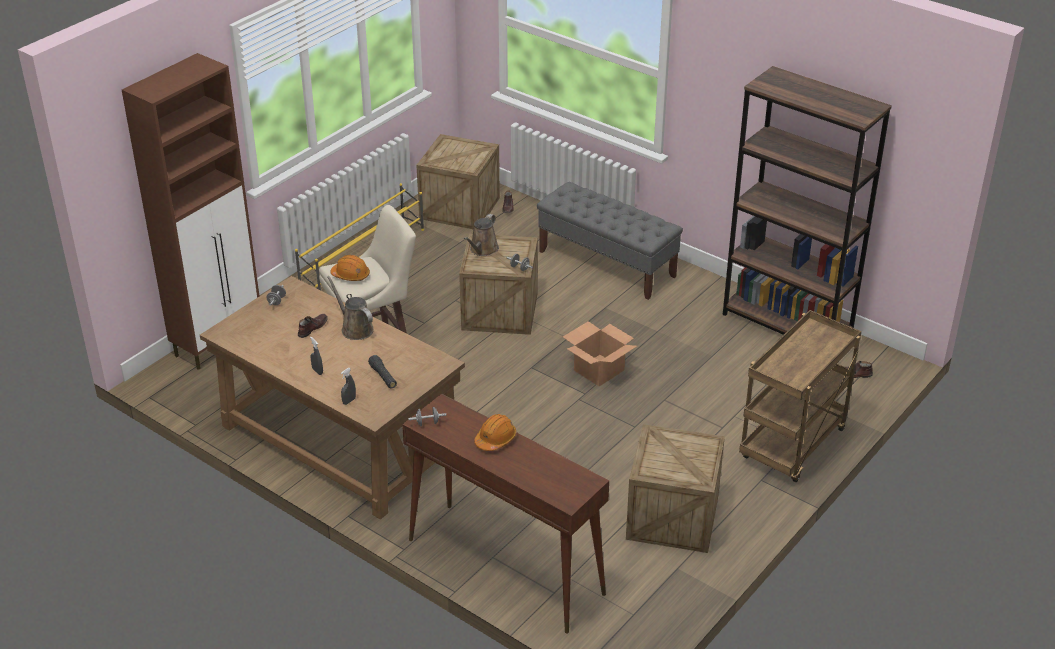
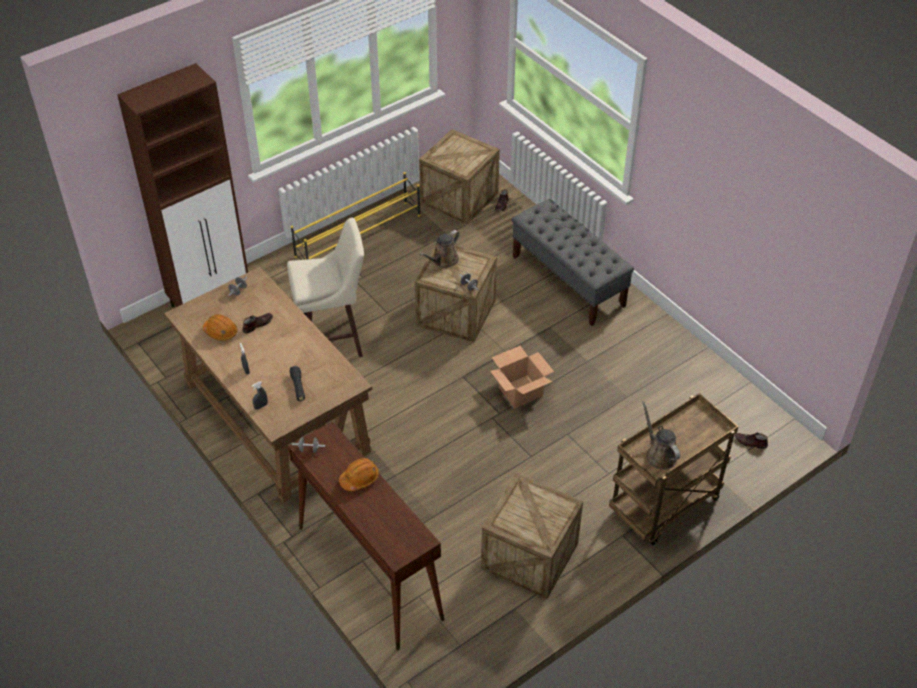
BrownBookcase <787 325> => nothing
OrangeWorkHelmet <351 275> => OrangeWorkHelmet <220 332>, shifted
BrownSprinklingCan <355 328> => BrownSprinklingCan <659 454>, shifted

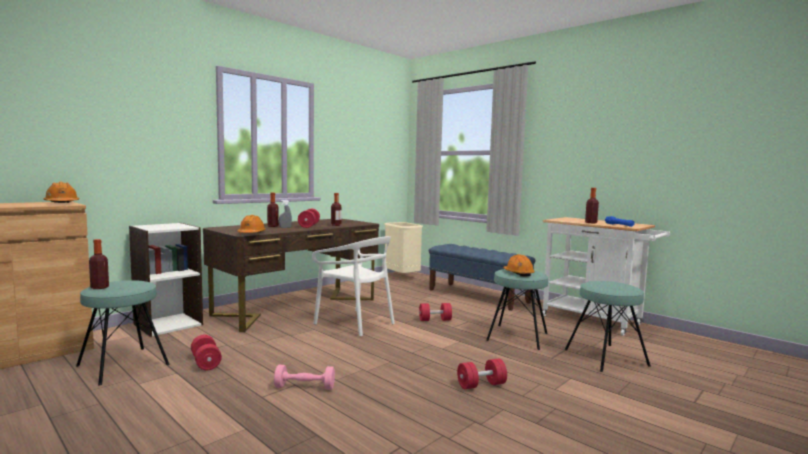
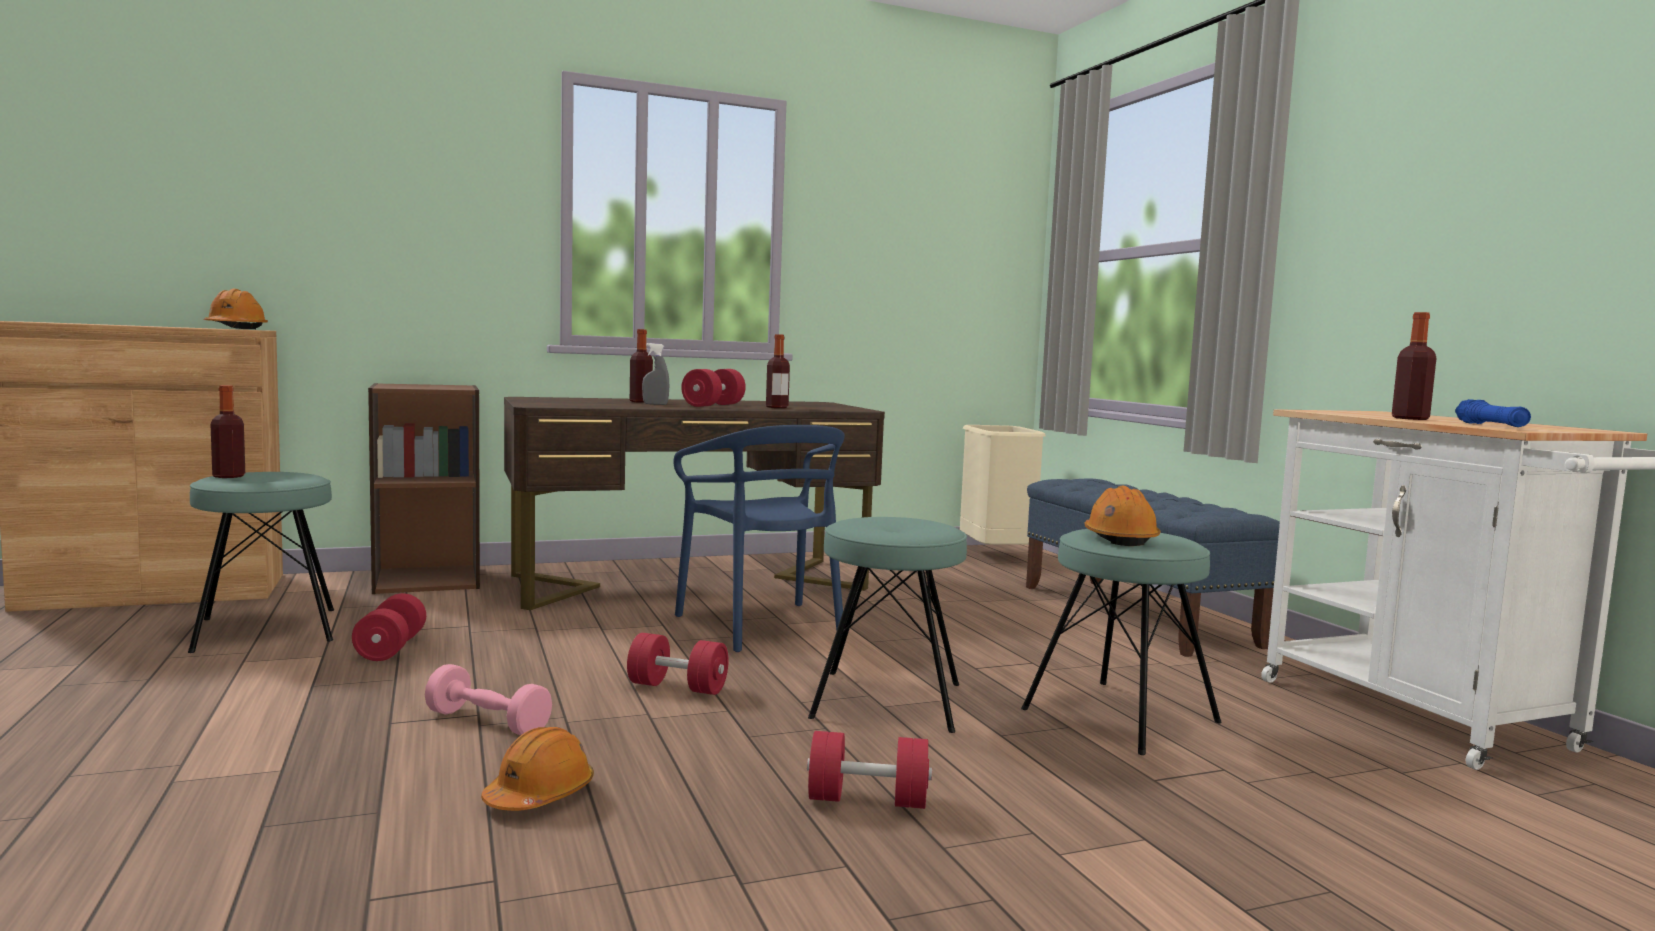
OrangeWorkHelmet <251 234> => OrangeWorkHelmet <540 795>, shifted
WhiteColouredBookcase <168 324> => BrownBookcase <427 579>
WhiteColouredPlainChair <355 323> => BluishPlainChair <762 626>
TurquoiseColouredStoolSeat <605 357> => TurquoiseColouredStoolSeat <887 700>, shifted
ReddishHandWeight <435 320> => ReddishHandWeight <677 687>, shifted

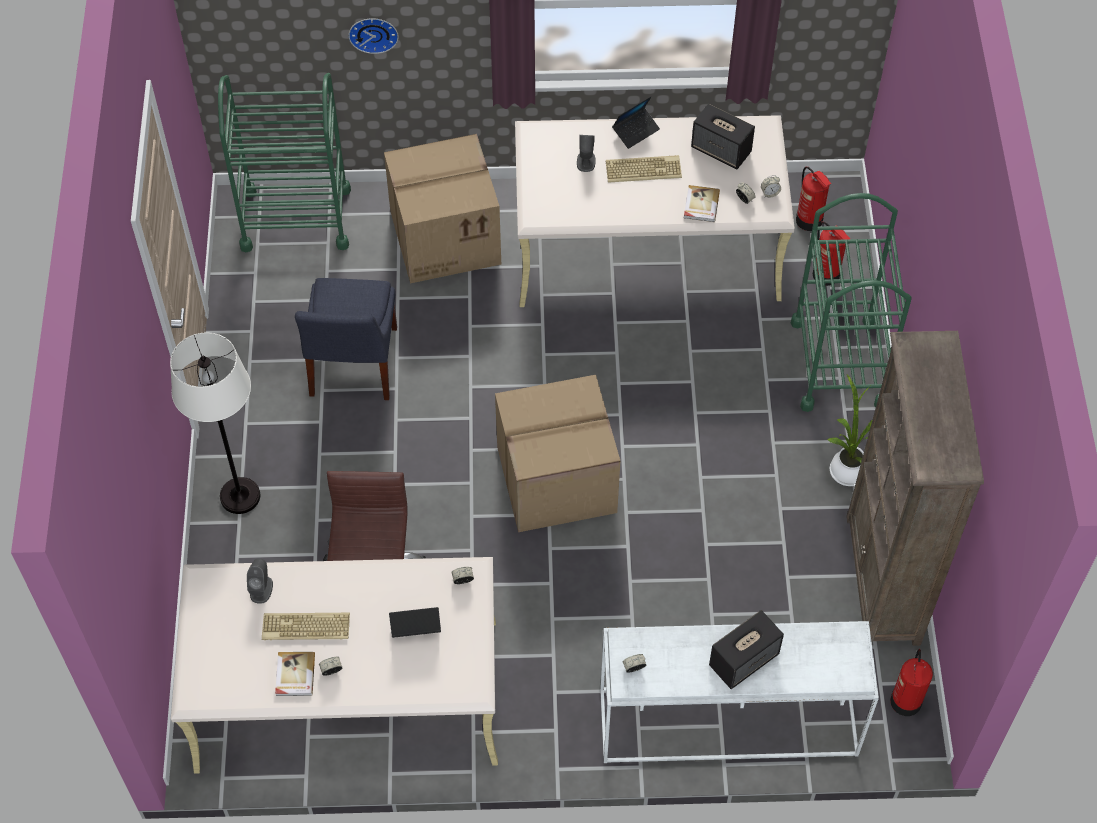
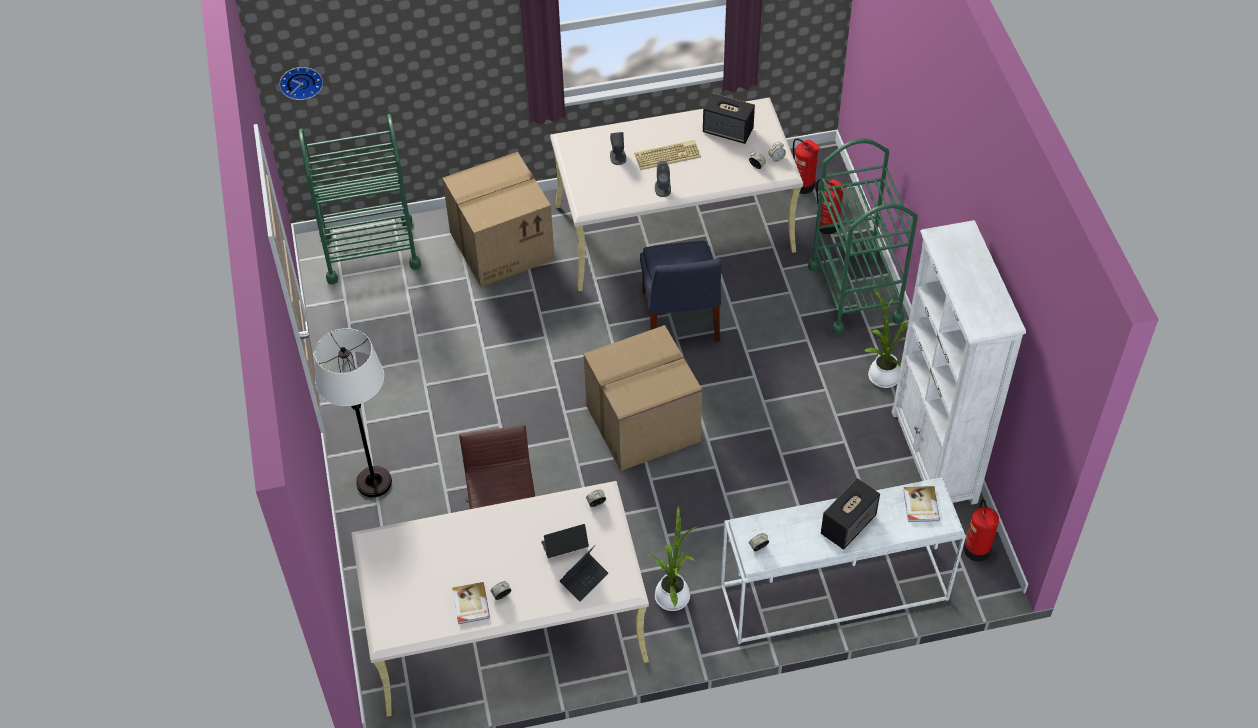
WallClock <373 33> => WallClock <300 81>, shifted
NotebookComputer <636 131> => NotebookComputer <584 579>, shifted
Volume <700 205> => Volume <920 505>, shifted
BluishPlainChair <352 366> => BluishPlainChair <680 319>, shifted
BrownBookcase <882 580> => WhiteColouredBookcase <934 457>
GreySpeaker <261 589> => GreySpeaker <662 188>, shifted
ComputerKeyboard <305 628> => nothing
nothing => PottedPlant <673 594>

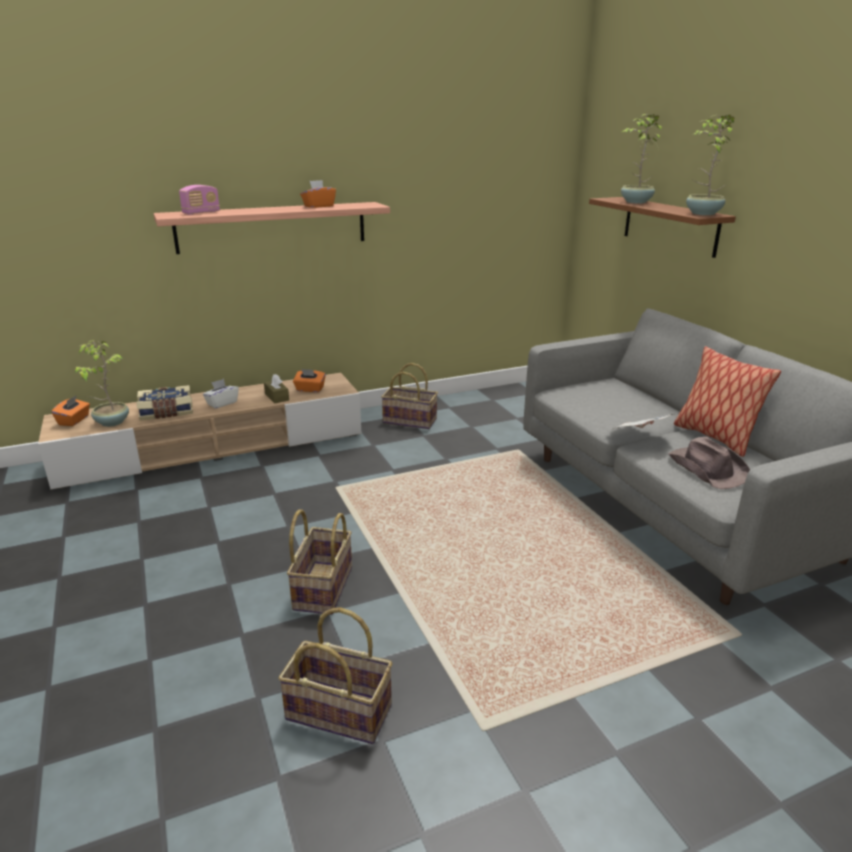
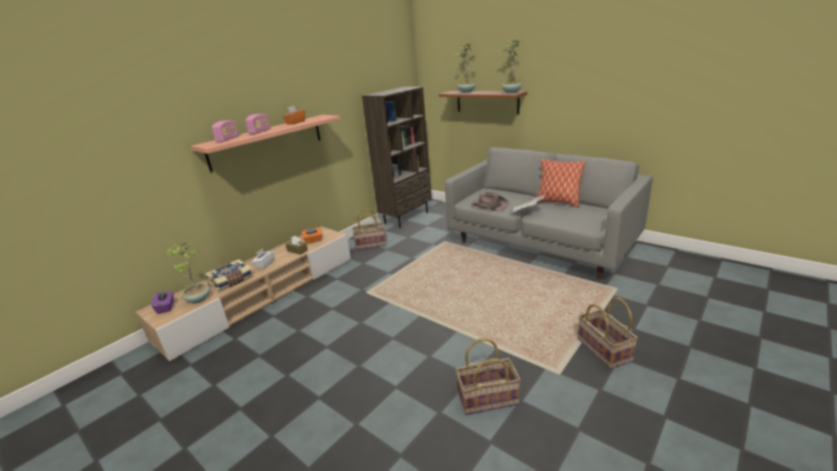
OrangeTissueBox <74 420> => PurpleTissueBox <166 307>
BrownHat <707 468> => BrownHat <489 205>, shifted
Basket <322 587> => Basket <602 350>, shifted
nothing => BrownBookcase <406 218>
nothing => RadioReceiver <260 132>

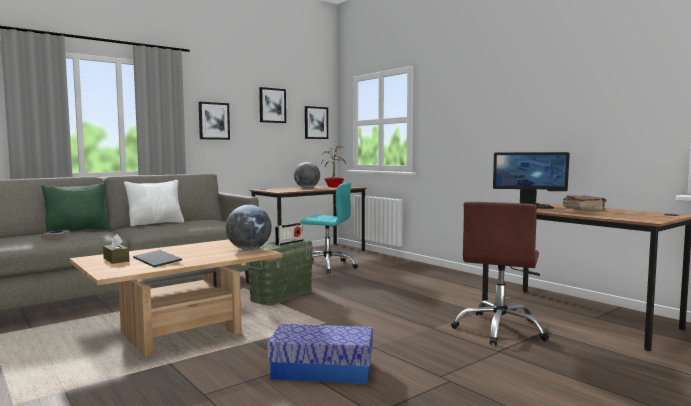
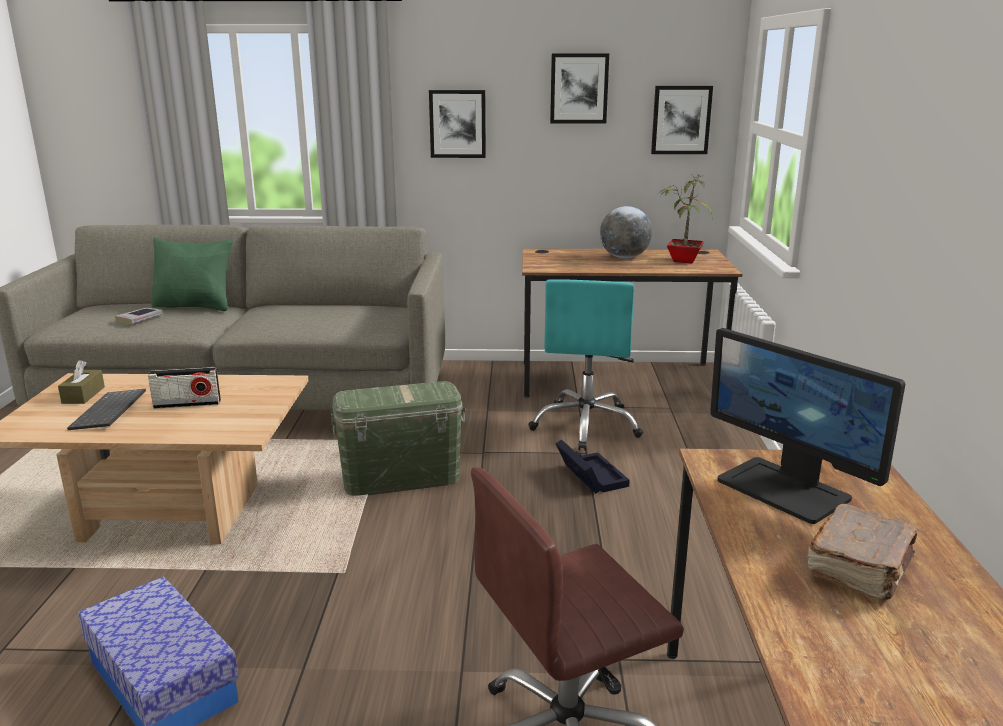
WhiteColouredPillow <156 223> => nothing
TurquoiseColouredComputerChair <327 266> => TurquoiseColouredComputerChair <586 425>, 45 degrees clockwise
DeskGlobe <249 249> => nothing
RadioReceiver <289 243> => RadioReceiver <187 404>, shifted
nothing => BlackStorageBox <589 476>

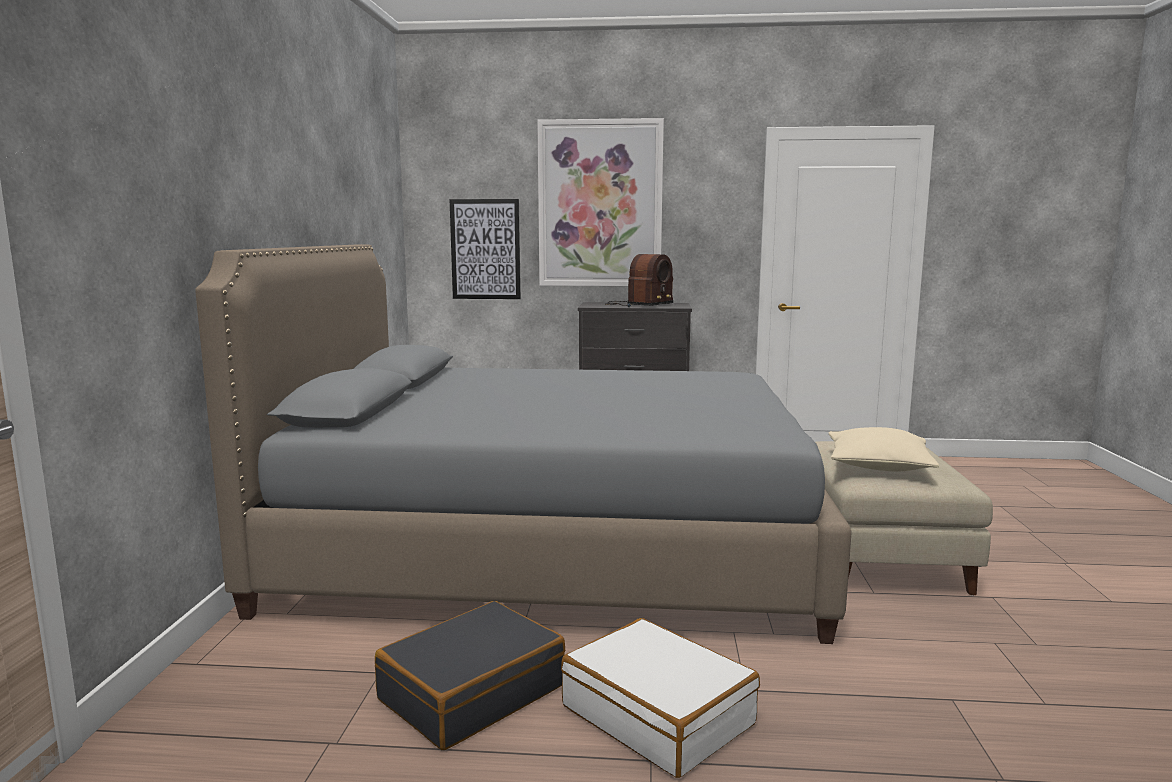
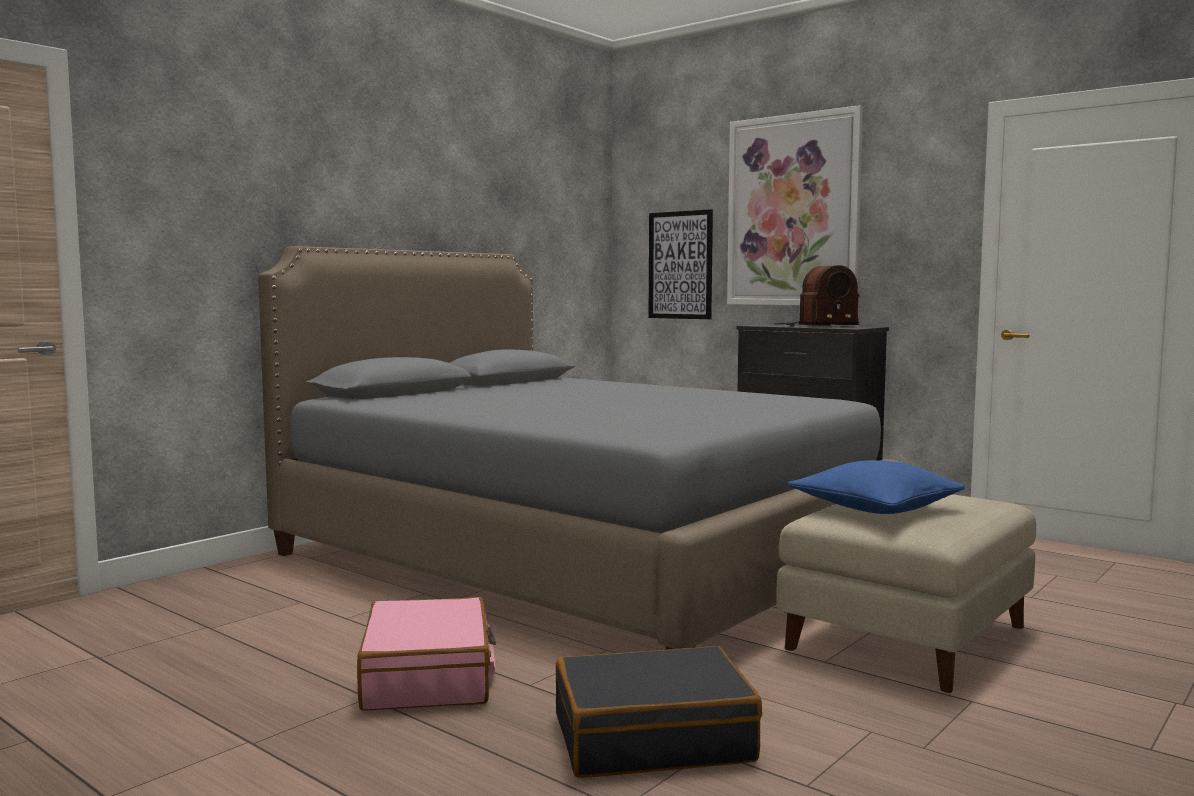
SandColouredPillow <878 466> => BluishPillow <875 508>
BlackTravelCase <471 692> => BlackTravelCase <652 738>, shifted
WhiteColouredTravelCase <658 715> => PinkishTravelCase <428 677>

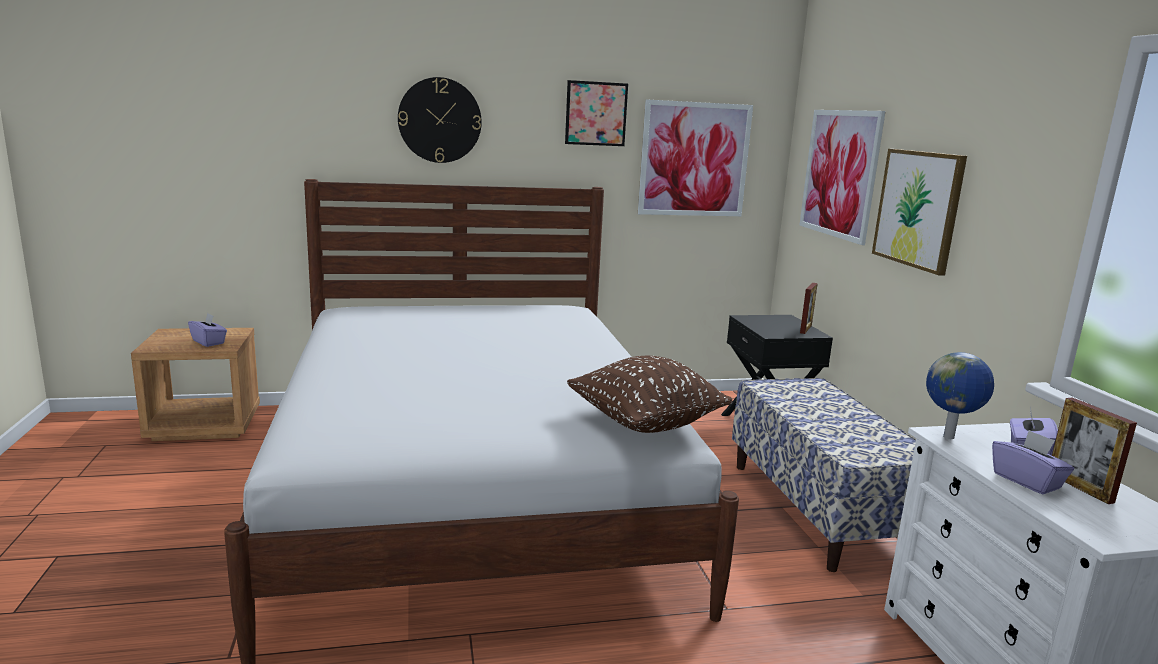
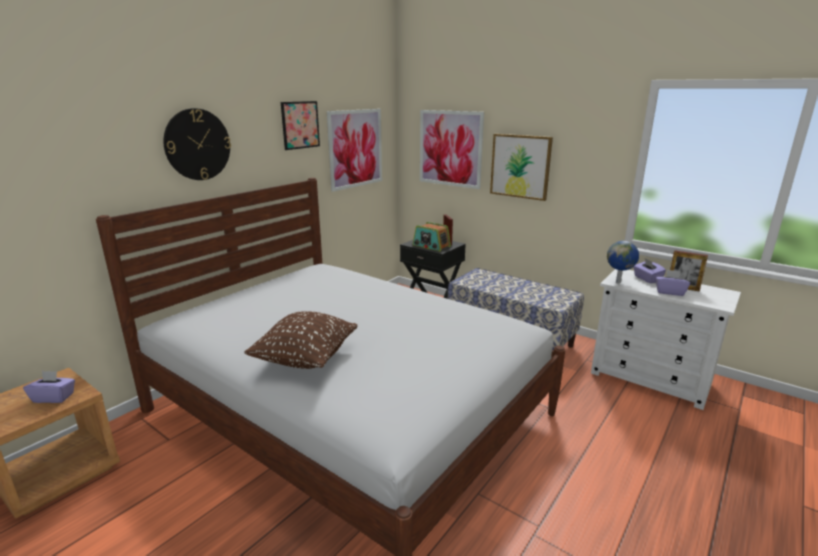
BrownPillow <645 423> => BrownPillow <305 359>, shifted
nothing => RadioReceiver <431 246>

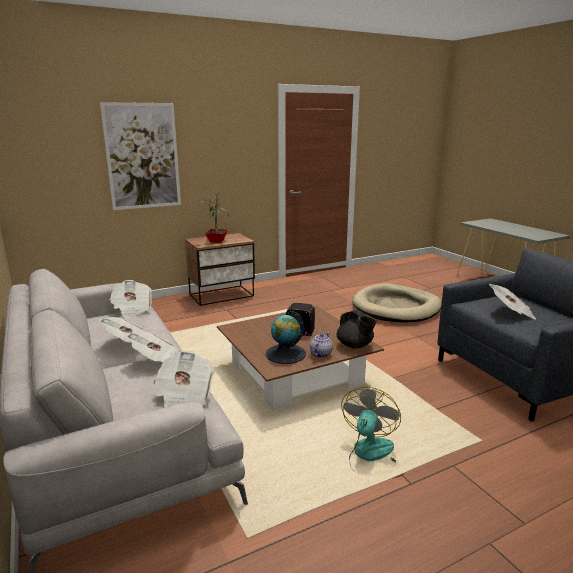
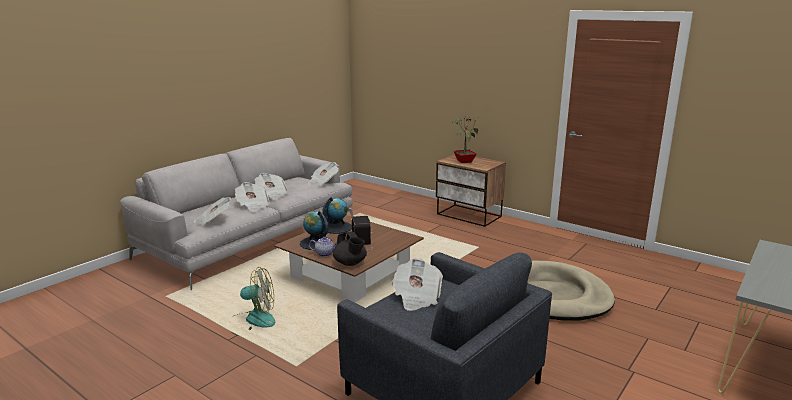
Picture <142 156> => nothing
BlackPotForTea <355 345> => BlackPotForTea <350 263>, 60 degrees counterclockwise
nothing => DeskGlobe <337 227>

